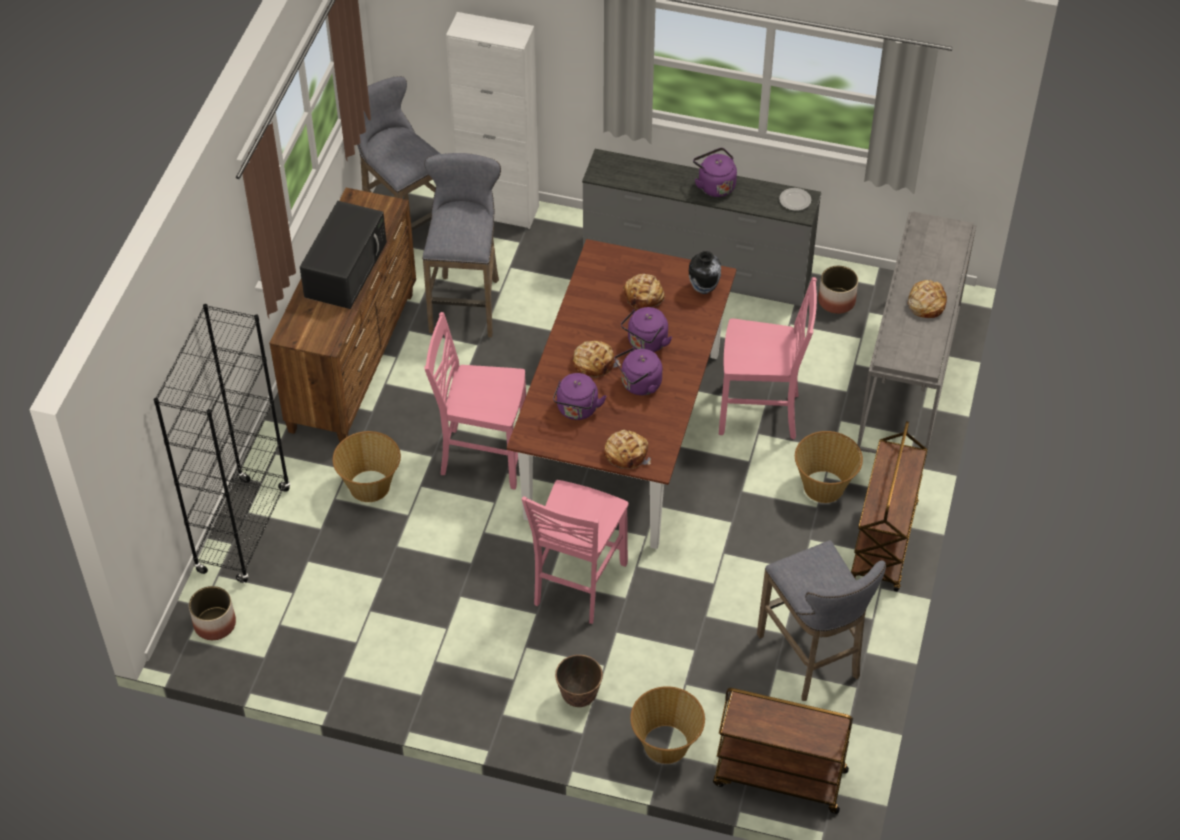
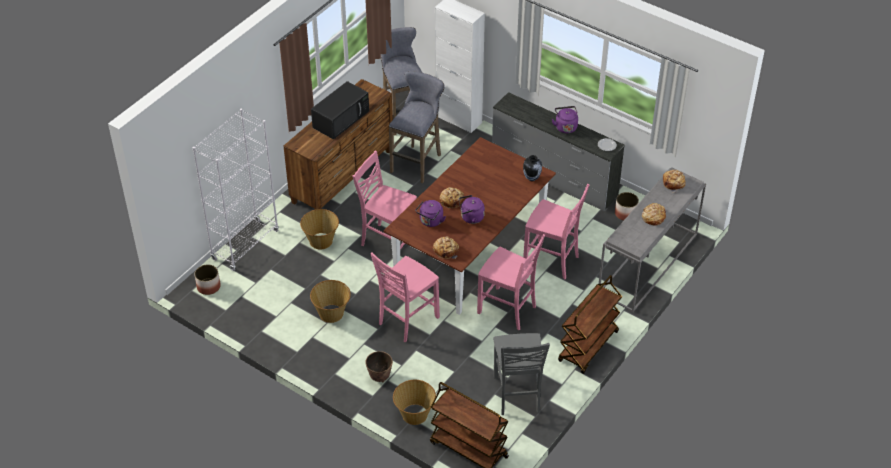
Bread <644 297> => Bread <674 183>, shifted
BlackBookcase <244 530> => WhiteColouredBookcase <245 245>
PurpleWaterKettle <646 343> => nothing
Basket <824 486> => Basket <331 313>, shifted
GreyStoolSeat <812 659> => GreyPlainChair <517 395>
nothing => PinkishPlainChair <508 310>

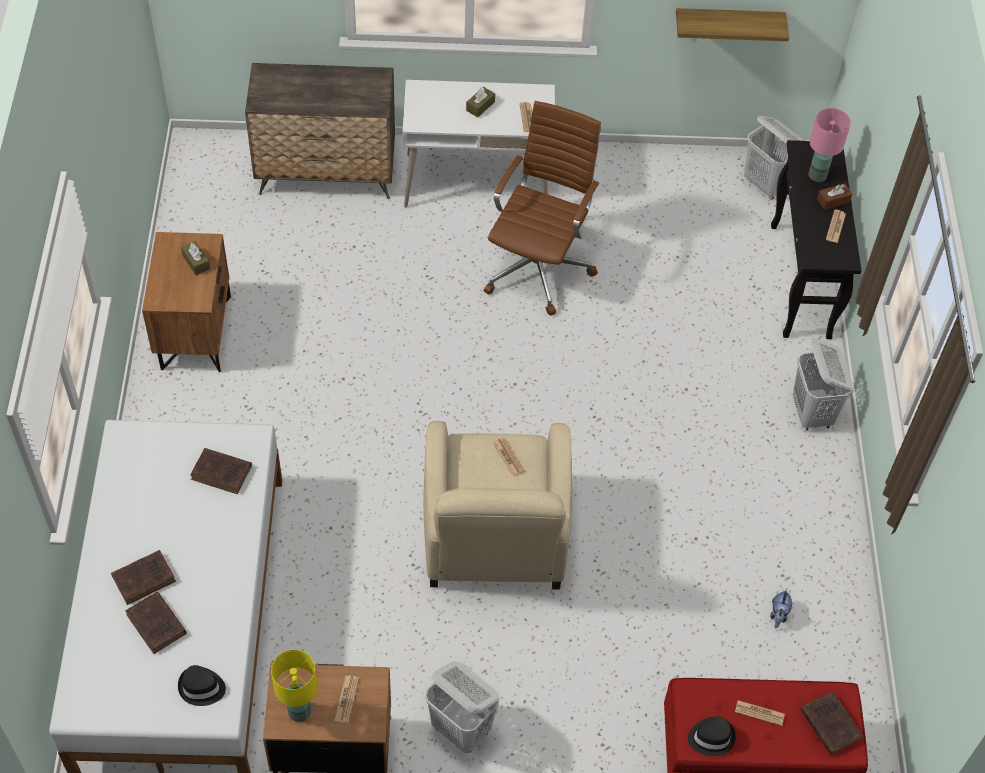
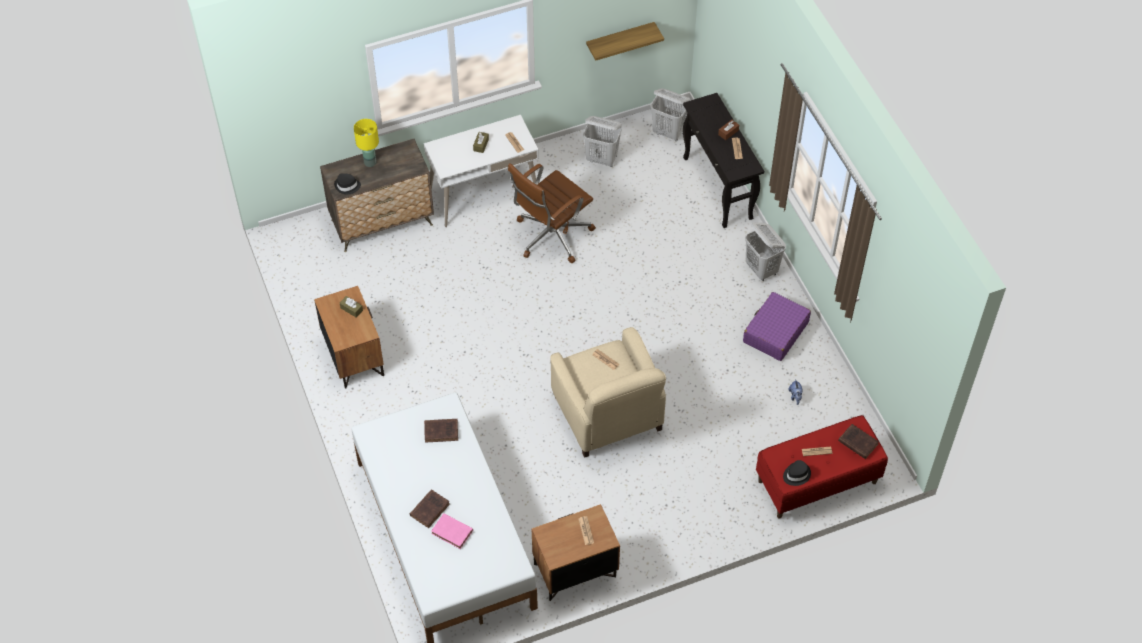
BrownComputerChair <538 266> => BrownComputerChair <551 236>, 135 degrees counterclockwise
PinkishLampForATable <817 175> => nothing
BrownVolume <157 625> => PinkishVolume <453 532>
YellowColouredLampForATable <300 711> => YellowColouredLampForATable <370 162>, shifted
WhiteColouredLaundryBasket <461 730> => WhiteColouredLaundryBasket <602 159>, shifted
BlackHat <201 688> => BlackHat <347 186>, shifted
nothing => PurpleTravelCase <775 332>

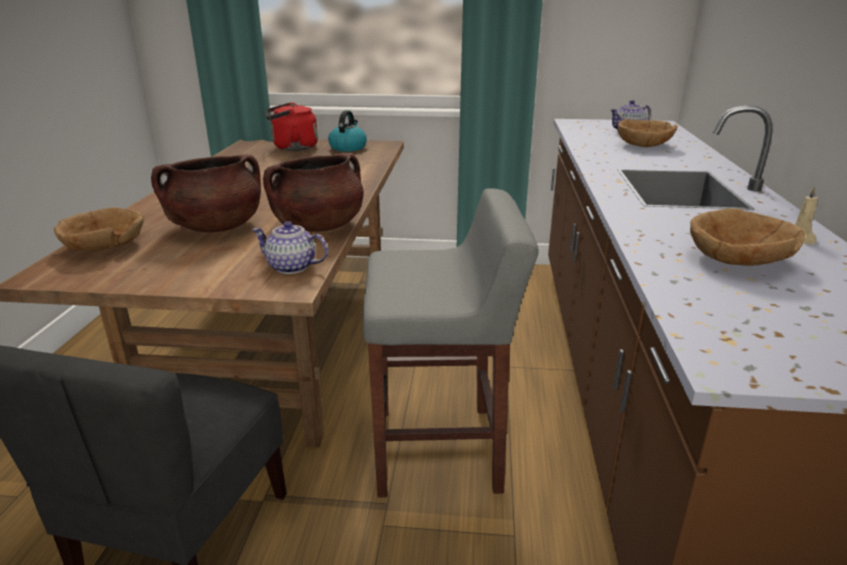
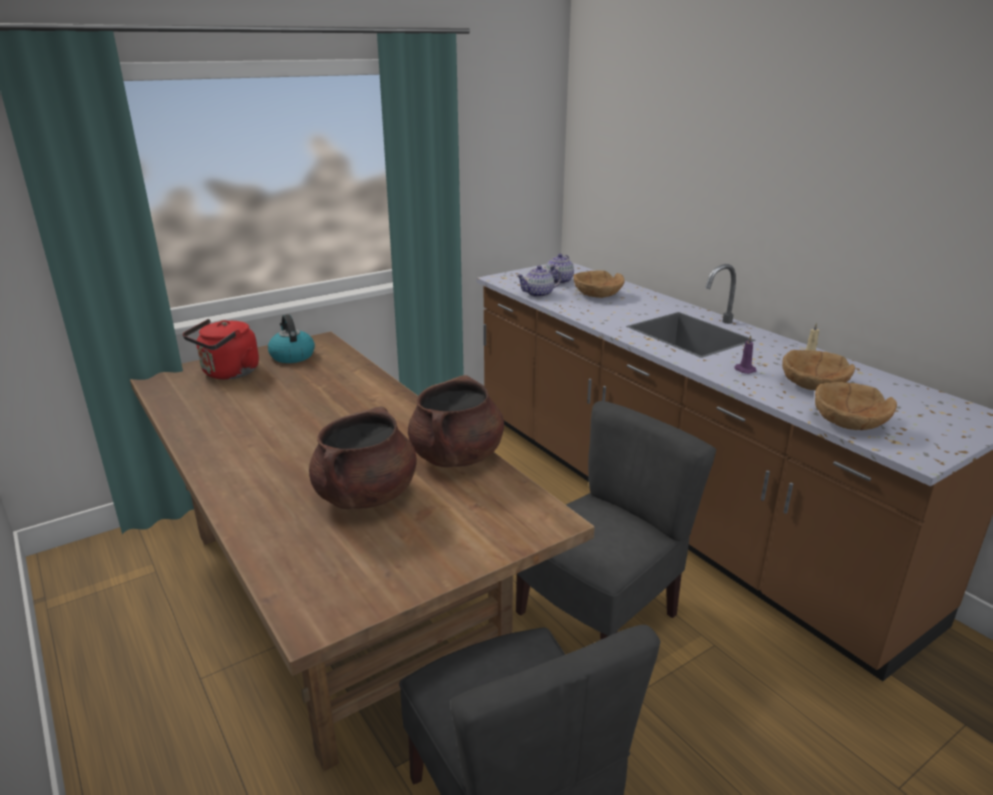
GreyStoolSeat <439 450> => GreyPlainChair <599 616>
BrownBowl <104 246> => BrownBowl <848 421>, shifted
PotForTea <292 267> => PotForTea <539 294>, shifted
nothing => PurpleCandle <744 370>

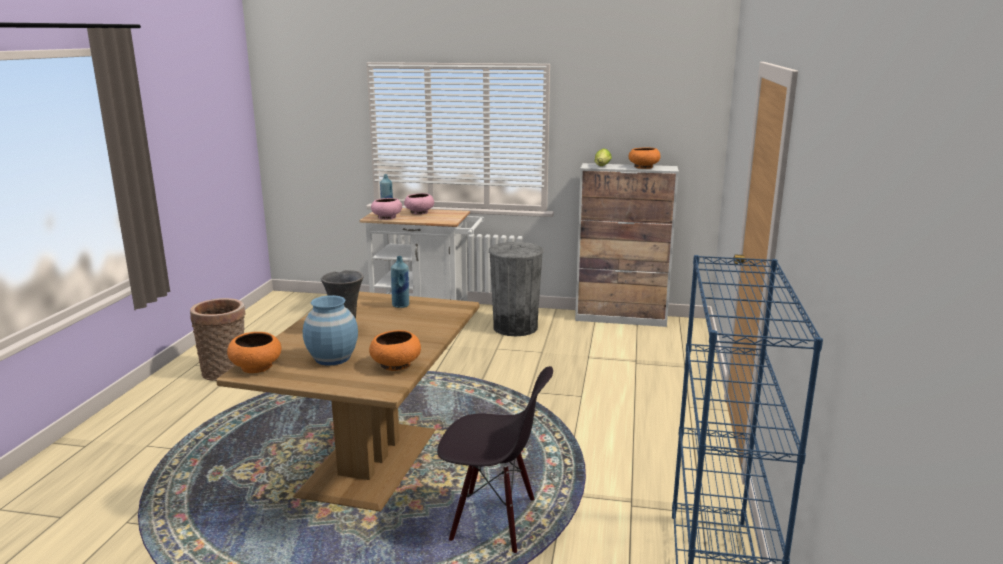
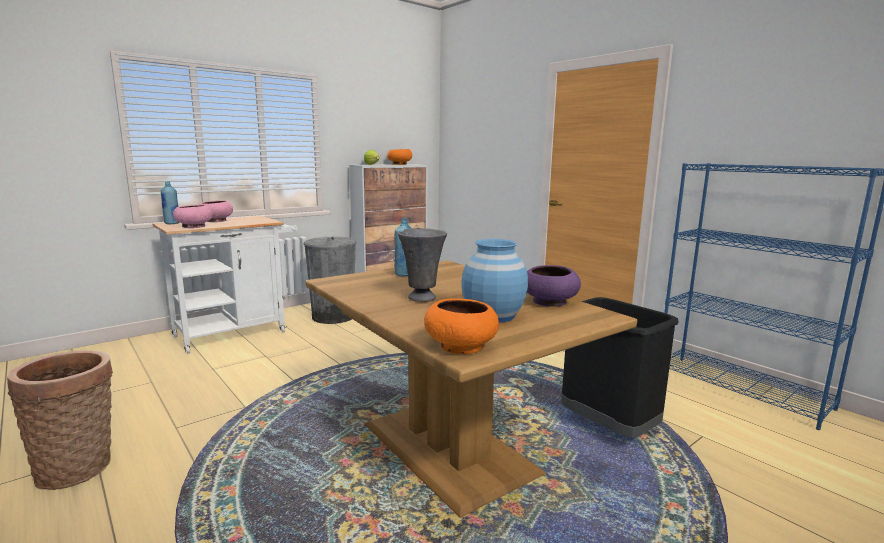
OrangeBowl <395 365> => PurpleBowl <549 302>
BlackPlainChair <493 521> => BlackRubbishBin <609 428>

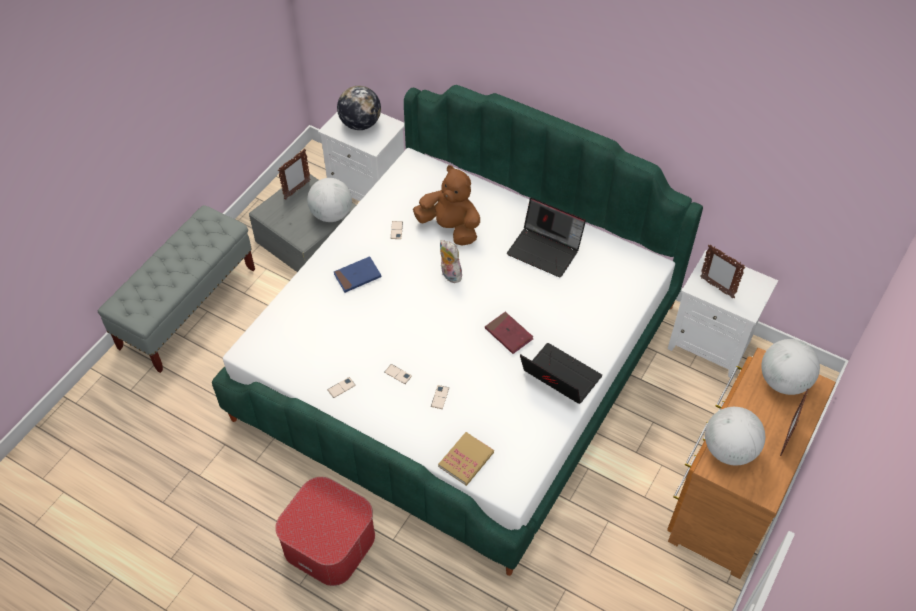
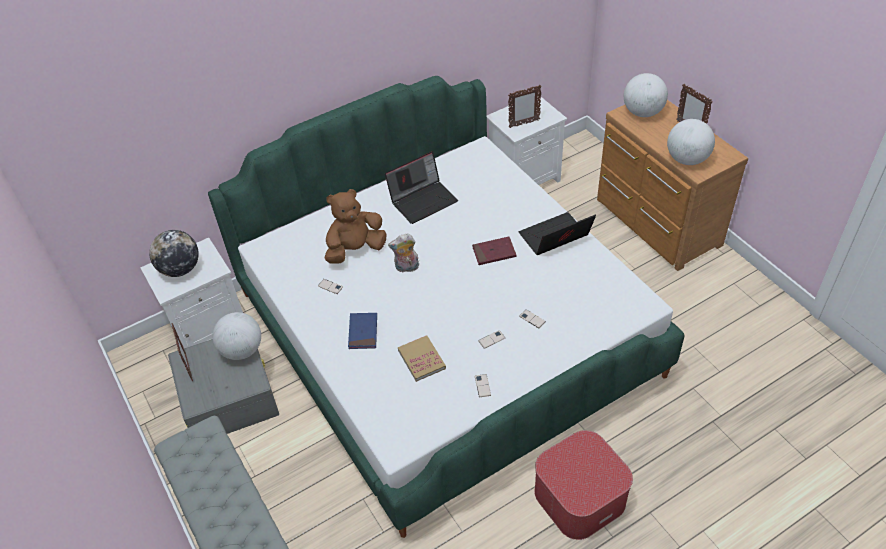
Volume <466 459> => Volume <421 359>, shifted

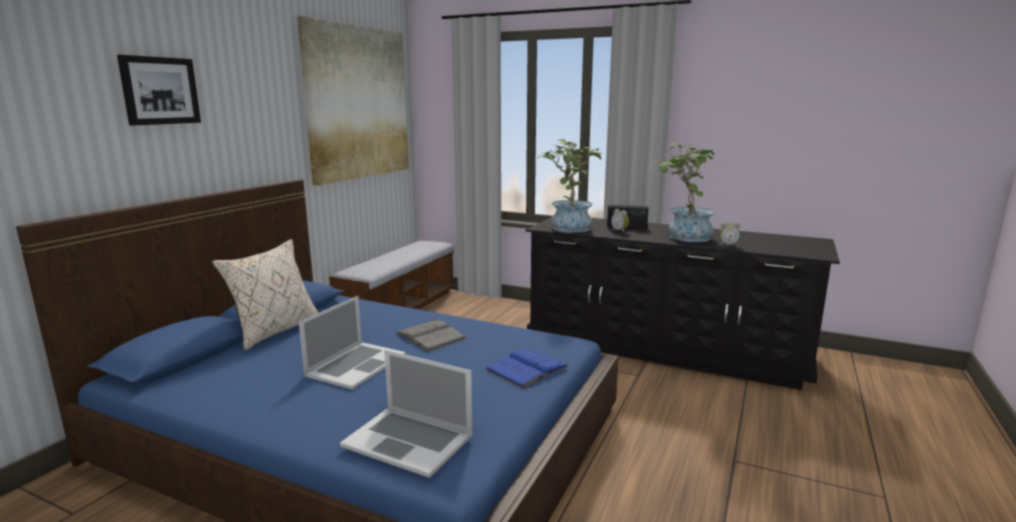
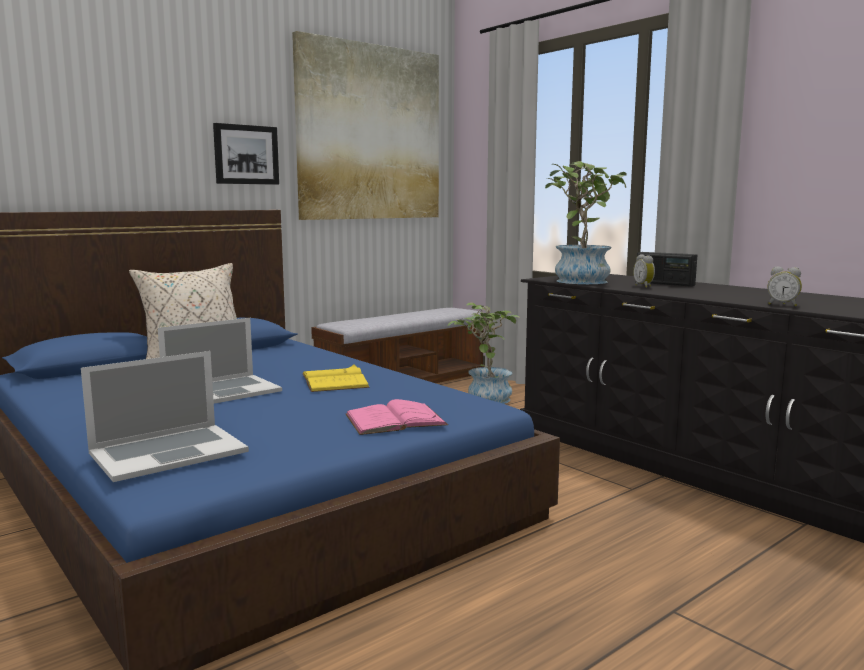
Picture <160 91> => Picture <246 154>, shifted
PottedPlant <683 236> => PottedPlant <485 397>, shifted
GreyVolume <430 336> => YellowColouredVolume <334 380>
BluishVolume <527 368> => PinkishVolume <395 419>
NotebookComputer <408 440> => NotebookComputer <168 452>, 90 degrees counterclockwise

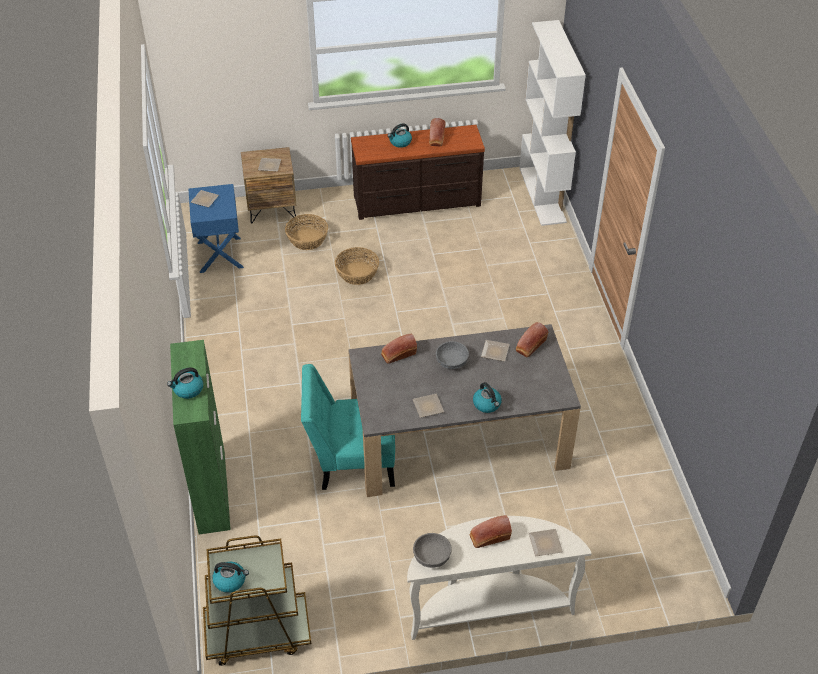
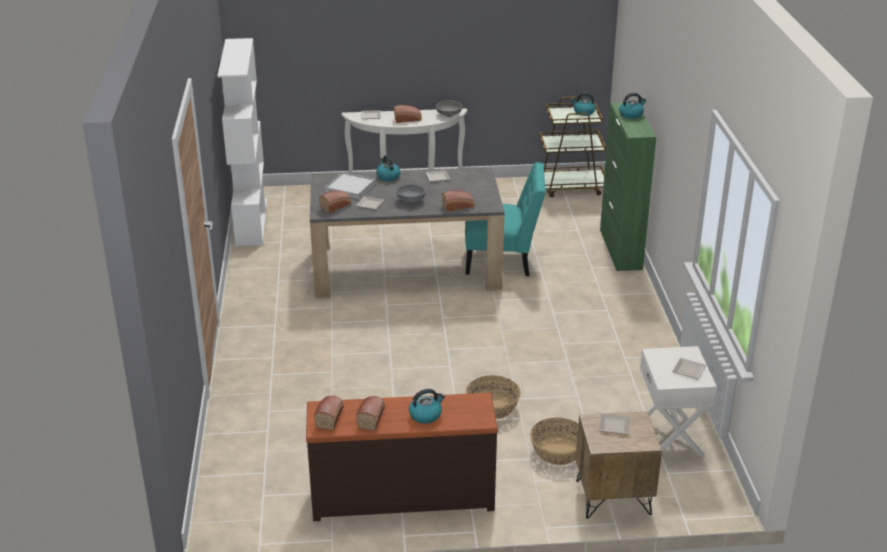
WhiteColouredBookcase <543 195> => WhiteColouredBookcase <251 221>, shifted
BluishNightstand <219 255> => WhiteColouredNightstand <670 438>
nothing => WhiteColouredTray <350 187>
nothing => Bread <330 417>

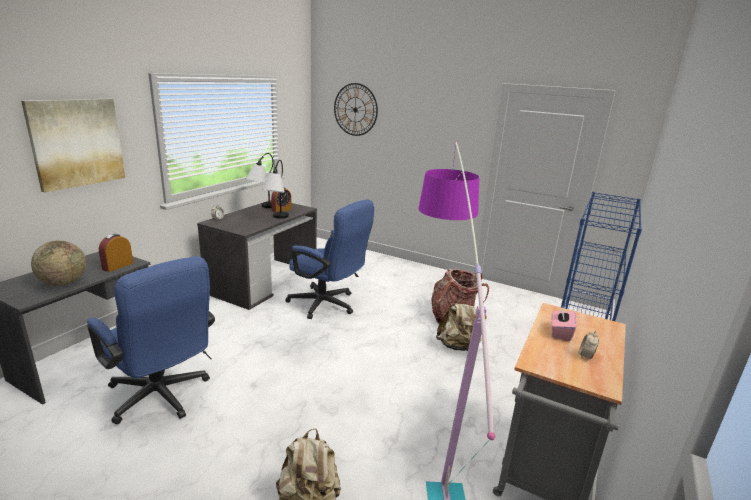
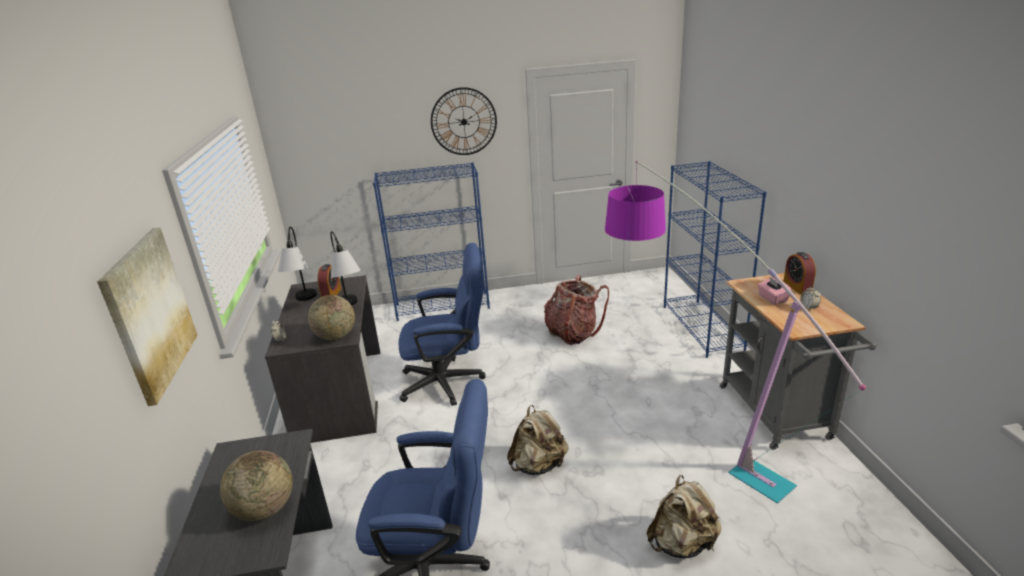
WallClock <355 109> => WallClock <464 121>, shifted
TableClock <118 266> => TableClock <797 287>, shifted
SandColouredKnapsack <457 346> => SandColouredKnapsack <539 465>, shifted
nothing => BluishBookcase <443 306>
nothing => DeskGlobe <336 336>

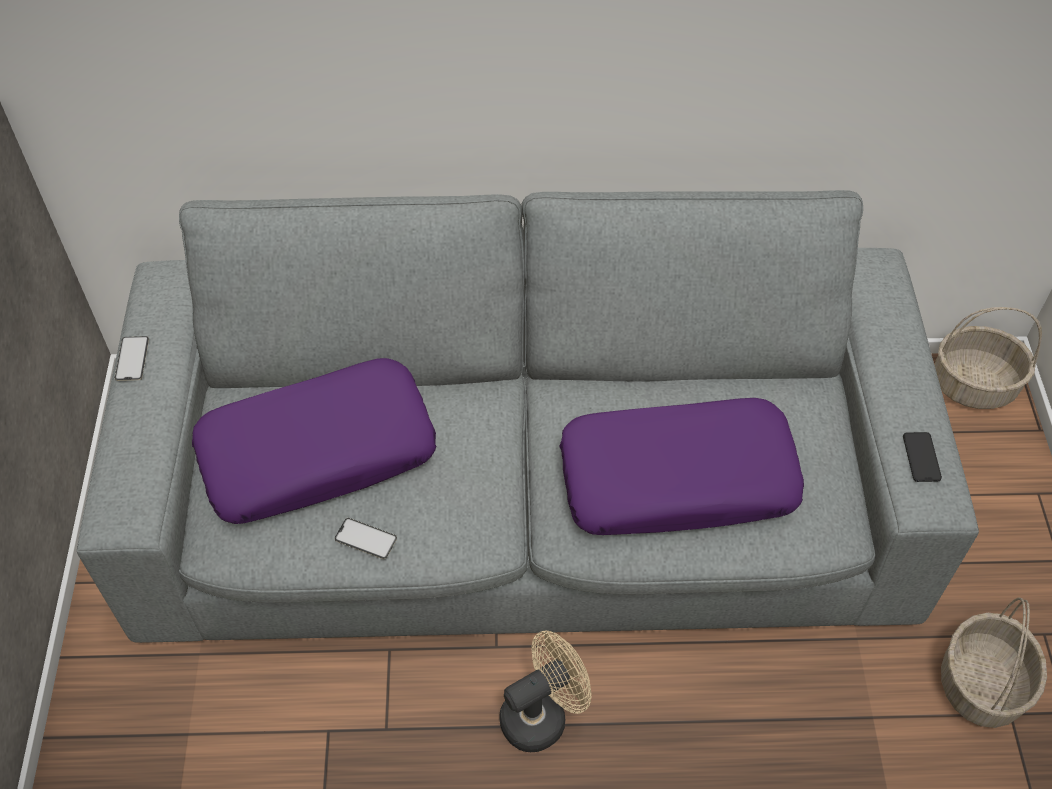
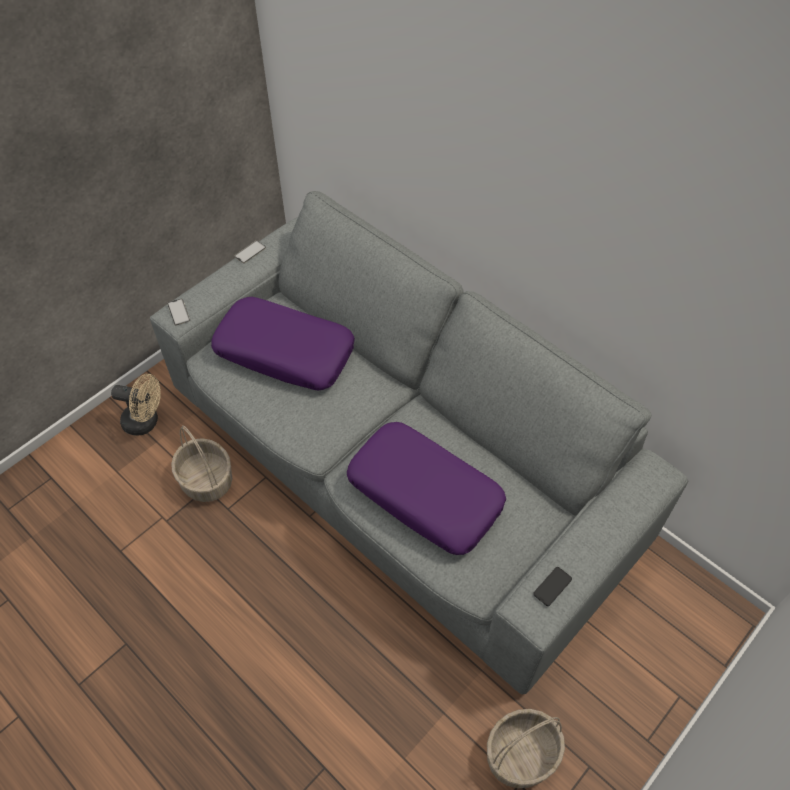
Basket <972 385> => Basket <206 480>, shifted
Telephone <365 538> => Telephone <178 312>, shifted
SandColouredFan <542 714> => SandColouredFan <146 422>, shifted

